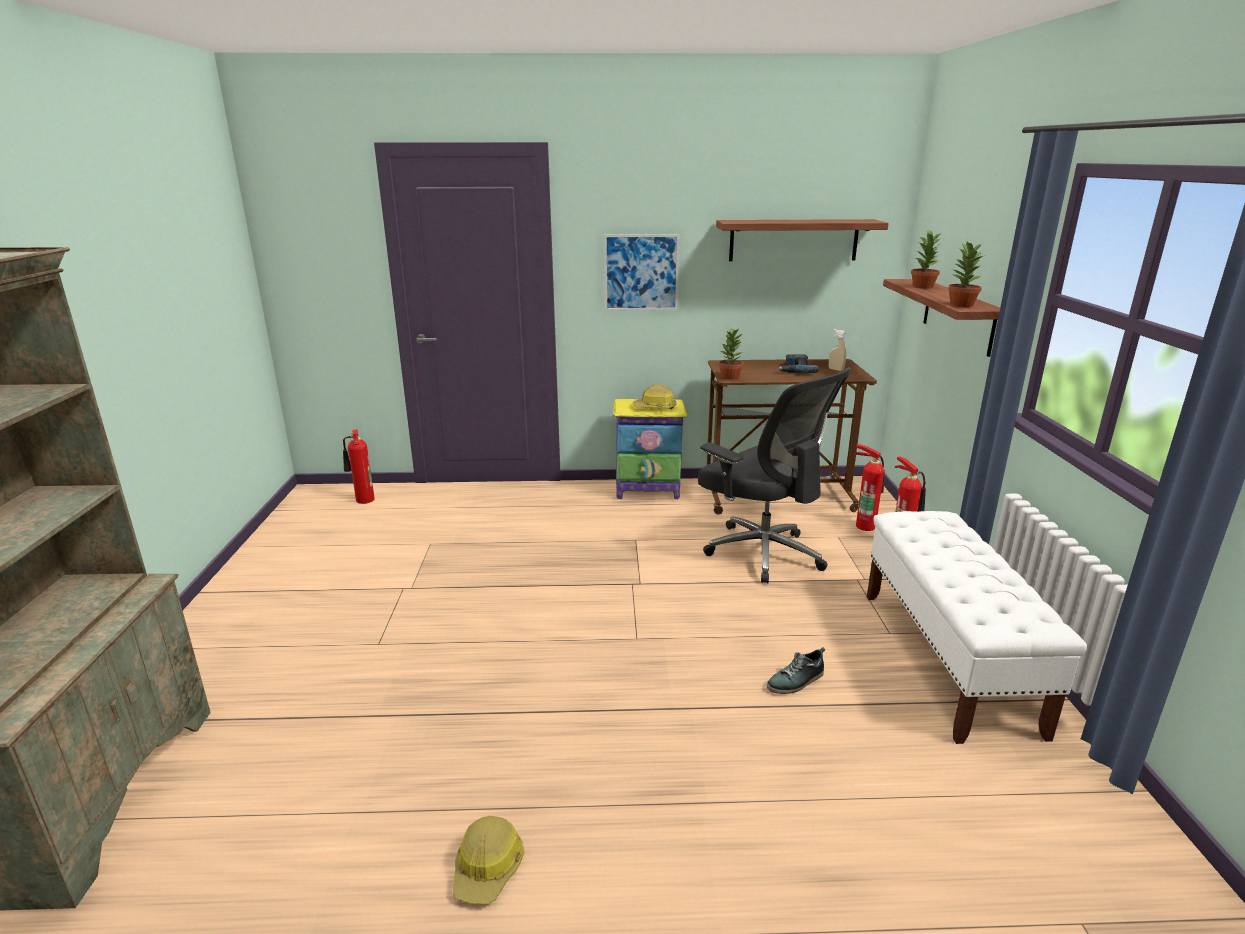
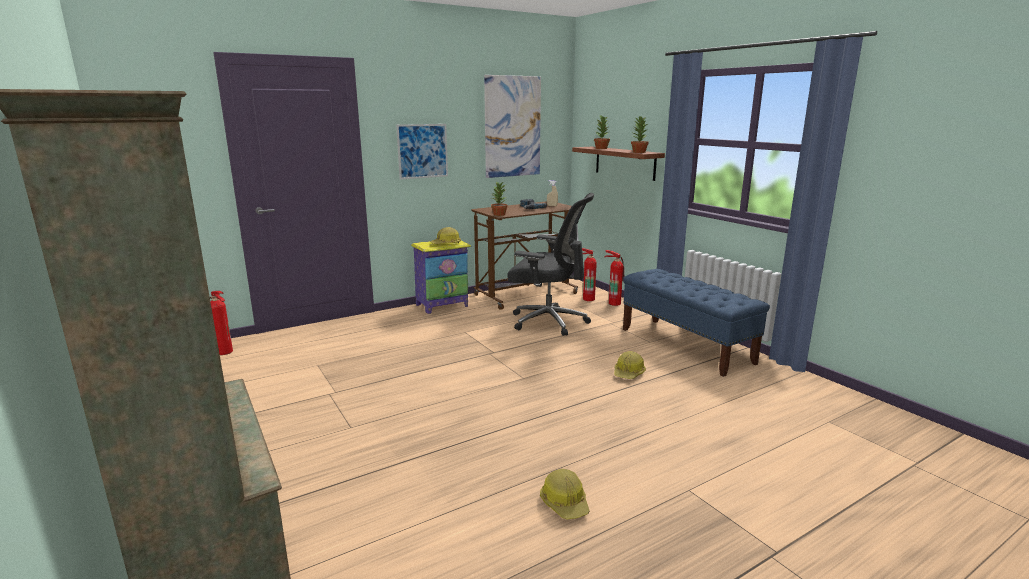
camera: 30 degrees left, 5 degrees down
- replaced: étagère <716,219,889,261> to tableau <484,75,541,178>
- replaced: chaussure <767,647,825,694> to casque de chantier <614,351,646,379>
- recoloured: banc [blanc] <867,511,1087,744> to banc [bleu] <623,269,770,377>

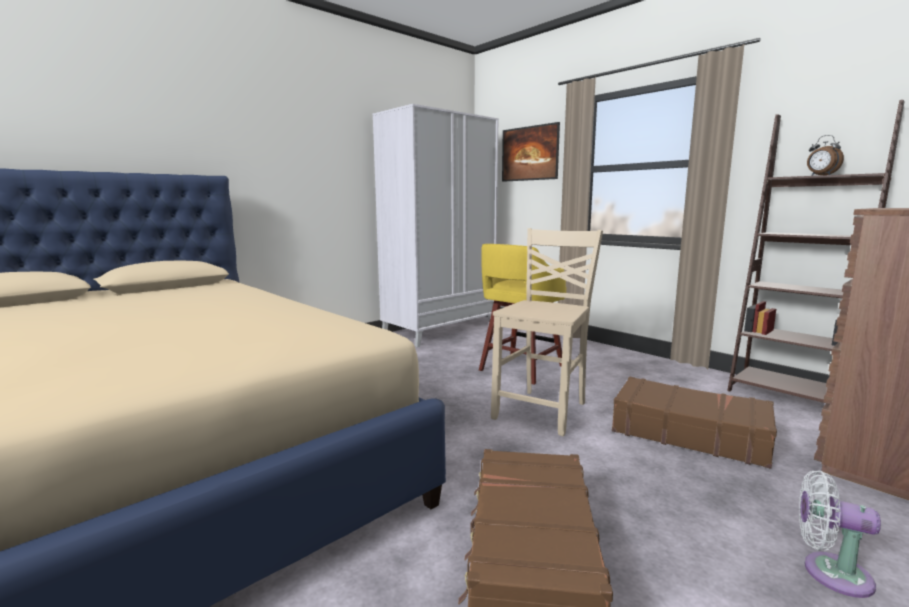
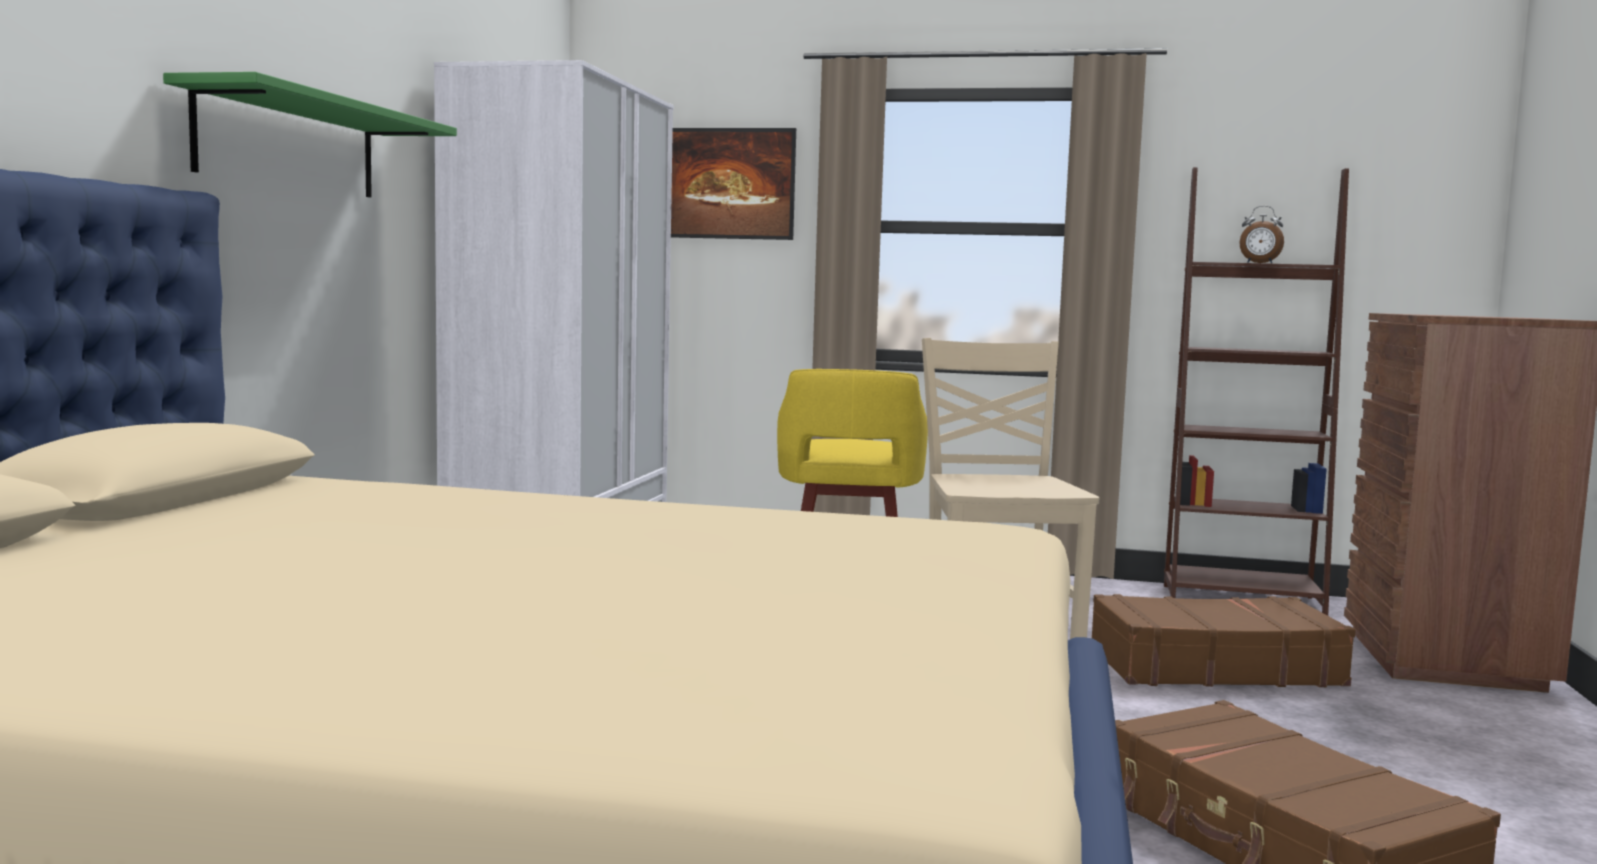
camera: 35 degrees left, 5 degrees down
- added: étagère [vert] <163,72,457,198>
- removed: ventilateur [blanc] <799,470,881,598>

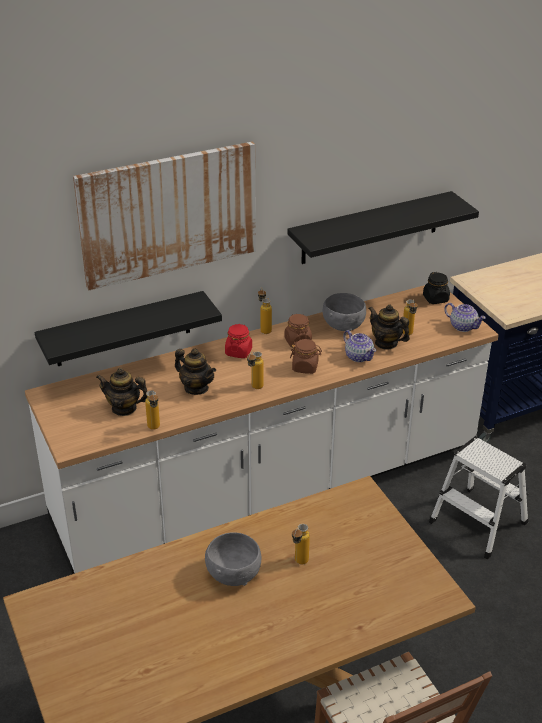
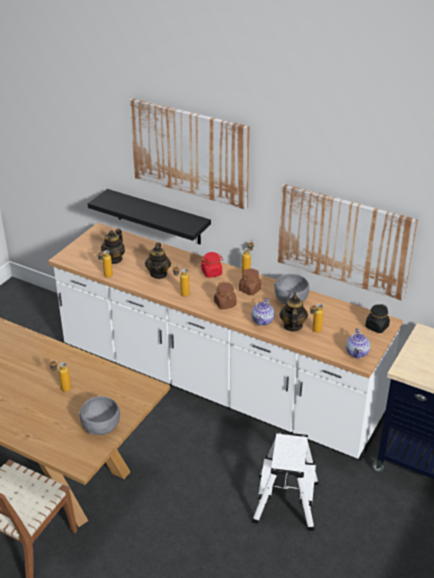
camera: 55 degrees right, 0 degrees up
- moved: bol [gris] <205,532,261,586> to <79,396,120,435>
- turned: théière <96,368,147,416> = <101,229,125,264> 135 degrees counterclockwise
- replaced: étagère [noir] <288,191,479,264> to tableau <278,184,418,301>

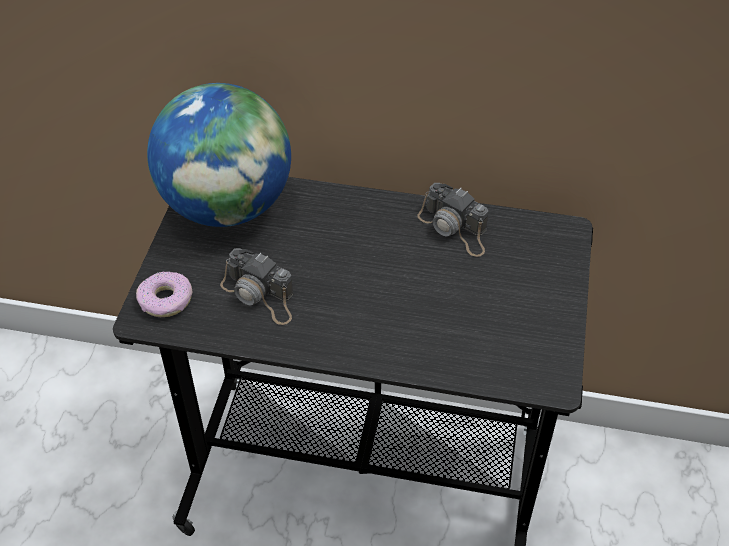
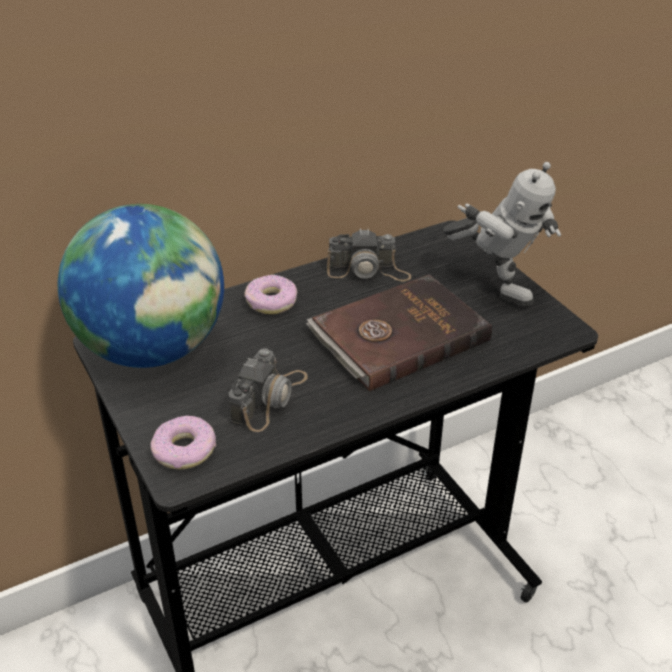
camera: 40 degrees left, 10 degrees down
- turned: appareil photo <220,248,294,325> = <229,348,308,432> 60 degrees counterclockwise
- added: beignet <244,274,297,314>
- added: livre [marron] <306,274,492,391>
- added: robot jouet <443,162,561,307>

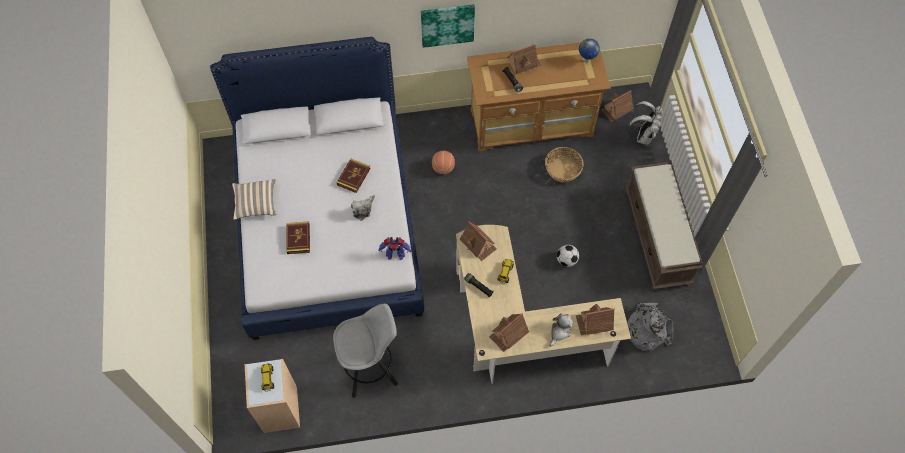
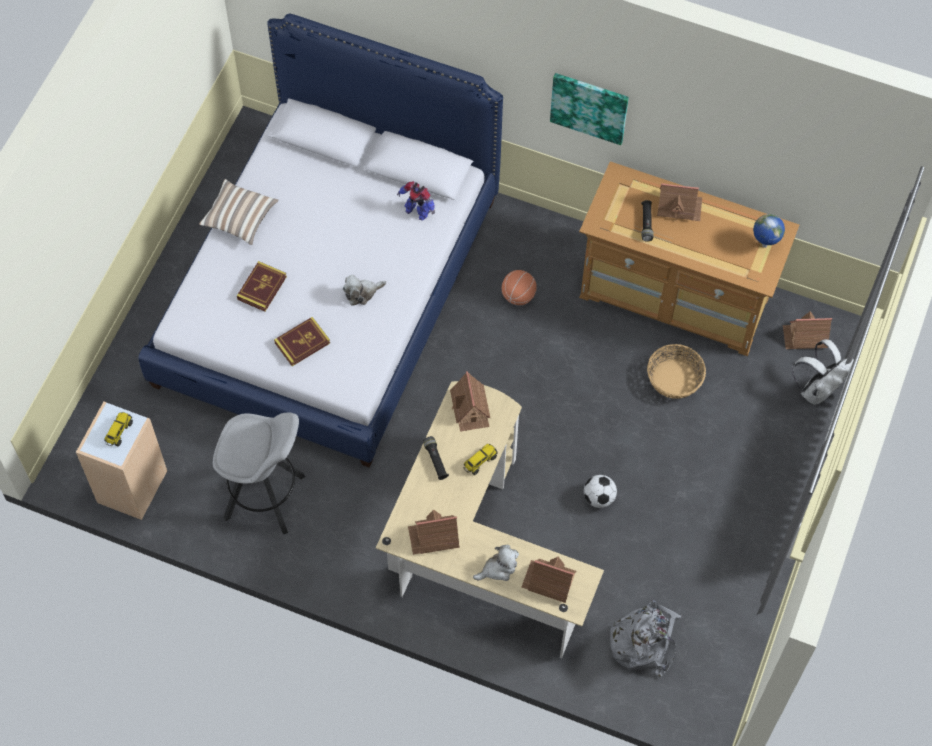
camera: 30 degrees right, 0 degrees up
- moved: livre <336,159,370,193> to <274,317,330,366>
- moved: robot jouet <379,237,411,260> to <397,181,435,221>
- removed: banc [marron] <625,162,703,291>

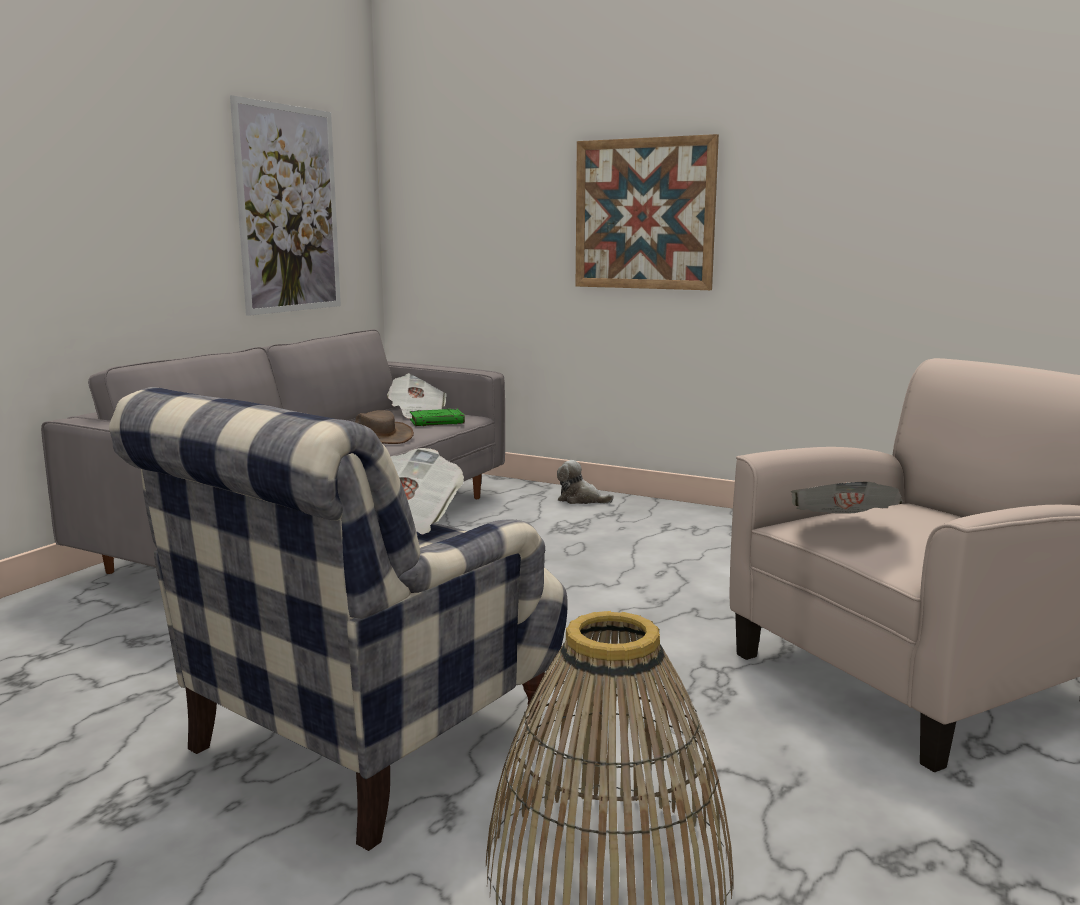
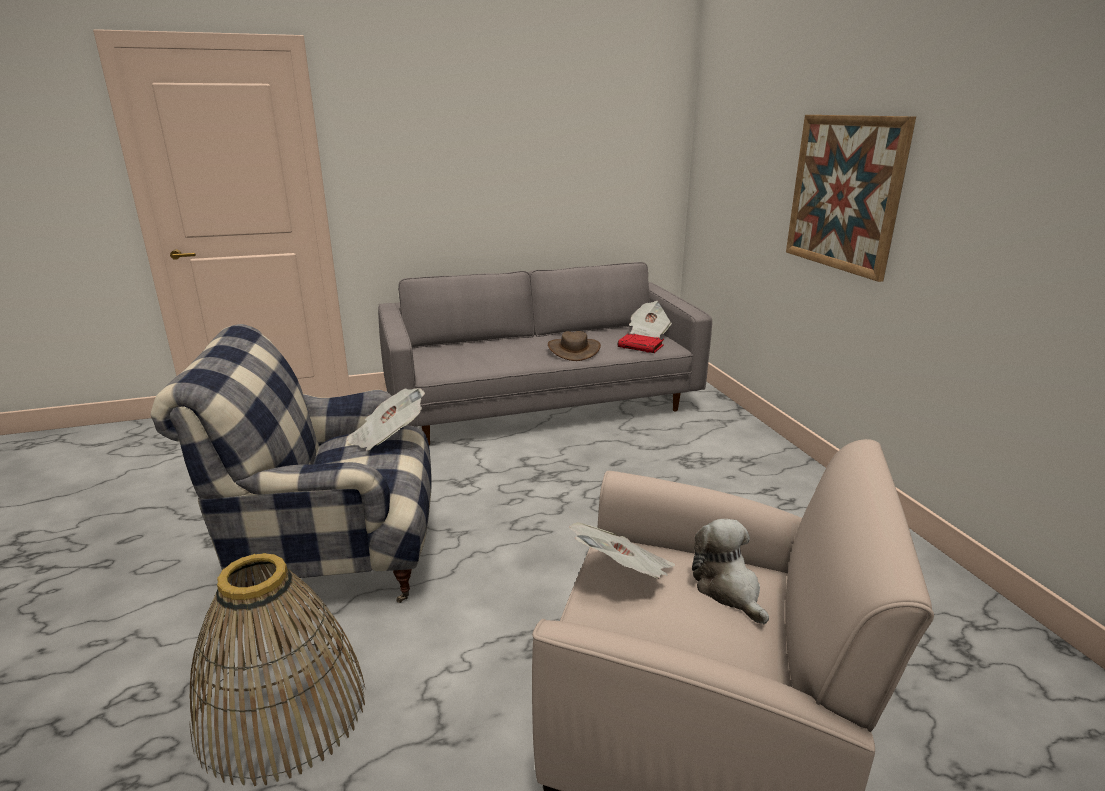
camera: 45 degrees right, 10 degrees up
- recoloured: livre [vert] <410,408,465,426> to livre [rouge] <618,333,664,353>
- moved: peluche <557,460,614,504> to <692,519,769,624>
- removed: tableau <230,95,341,316>

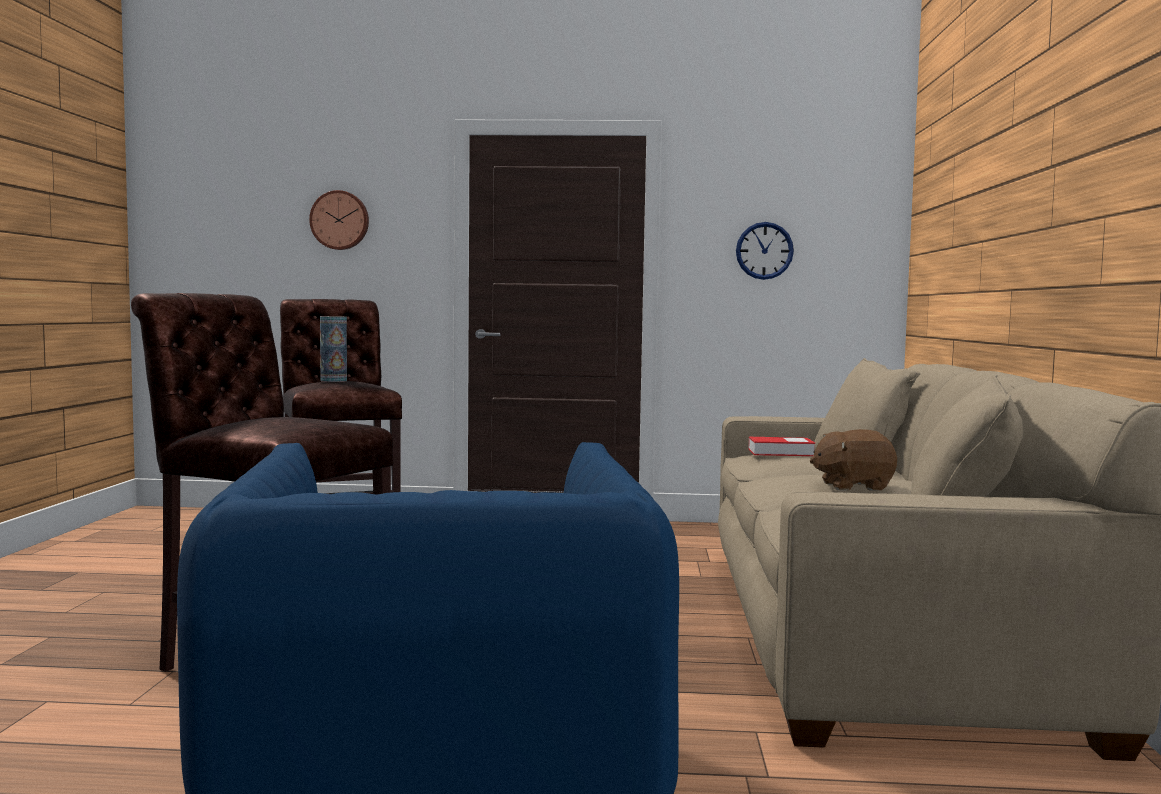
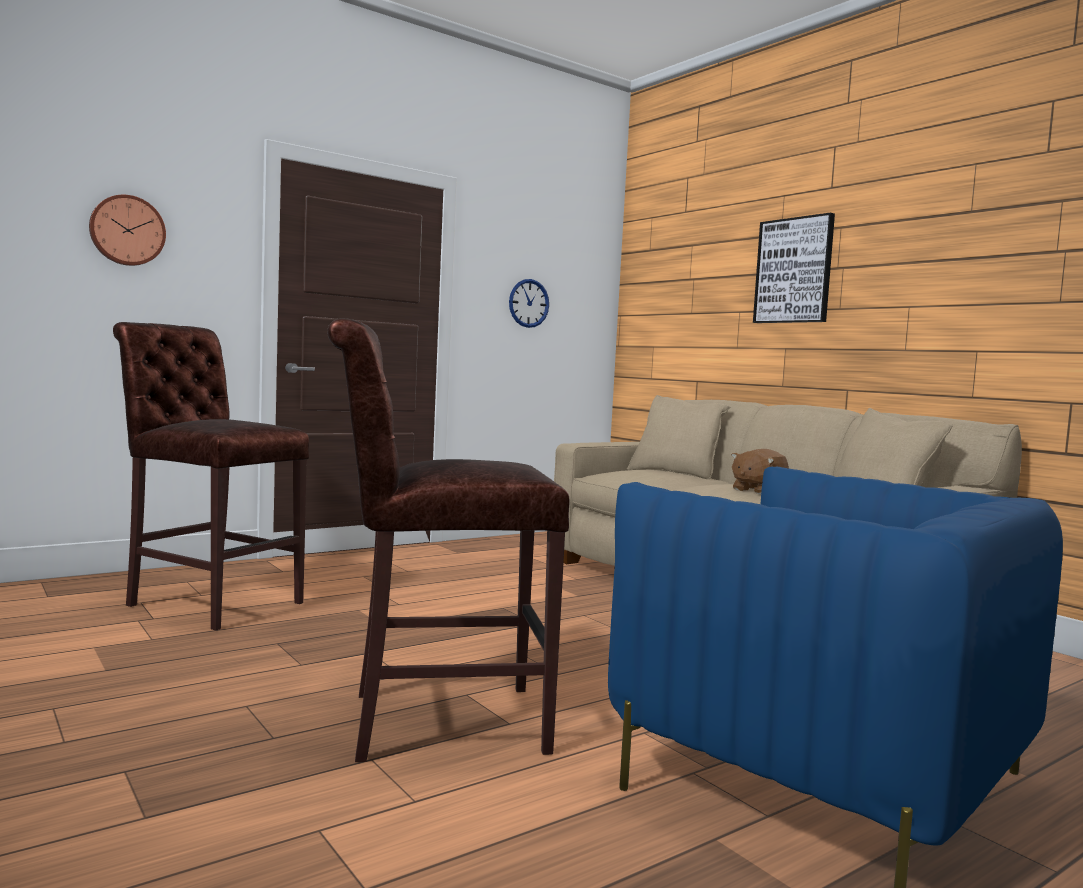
camera: 40 degrees left, 0 degrees up
- added: tableau <753,213,835,323>
- removed: vase <320,316,347,382>
- removed: livre <749,437,815,456>

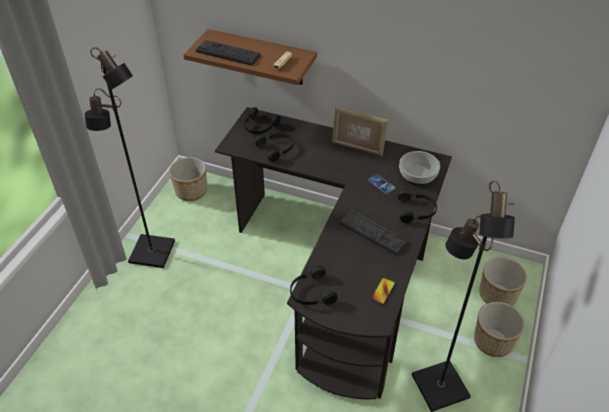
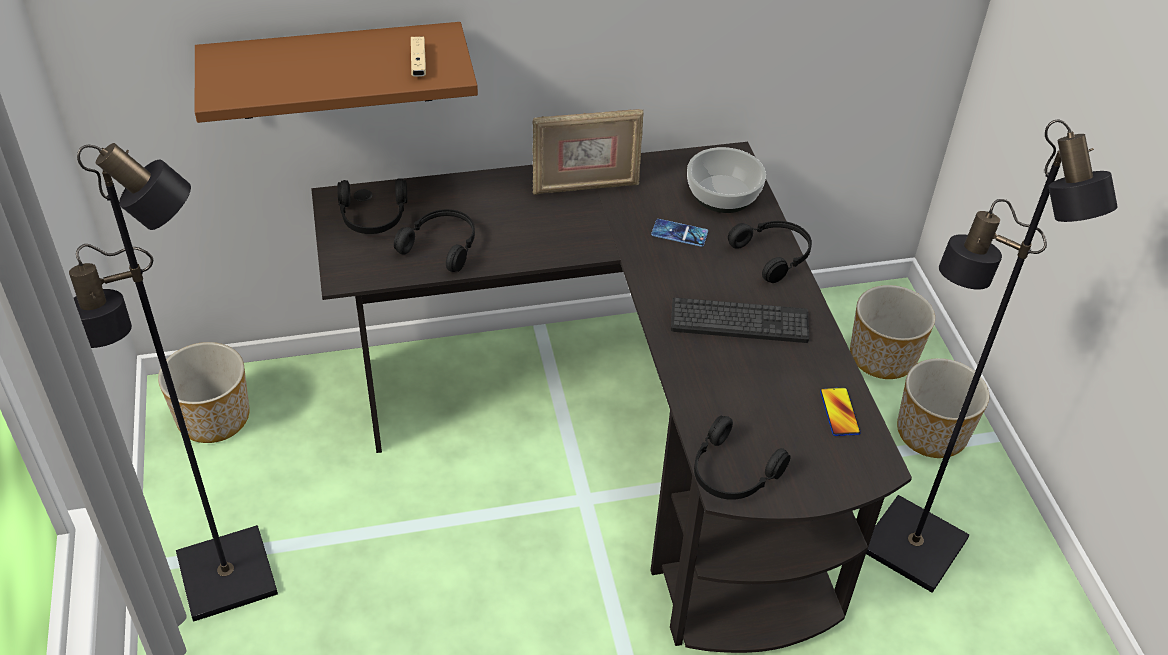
camera: 35 degrees left, 0 degrees up
- removed: clavier <196,40,261,66>

